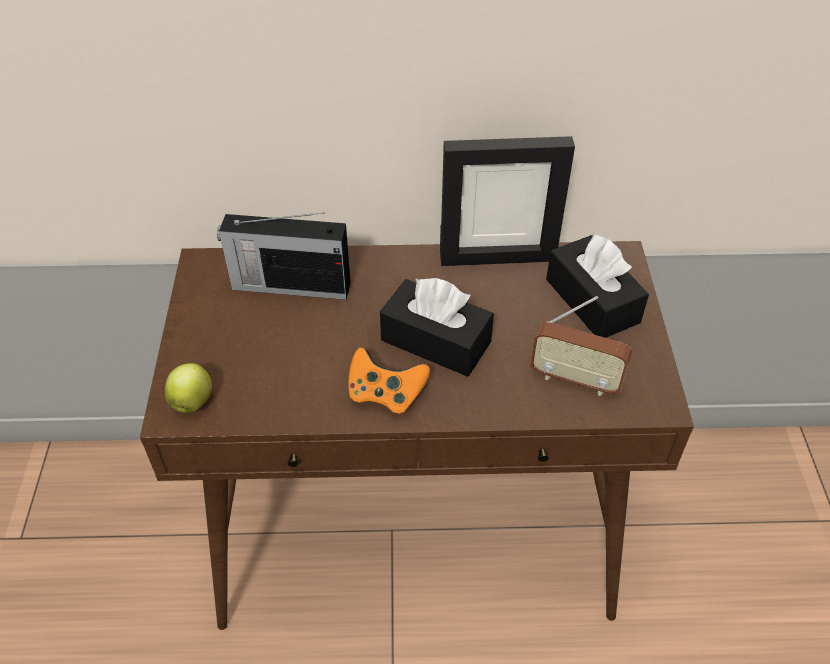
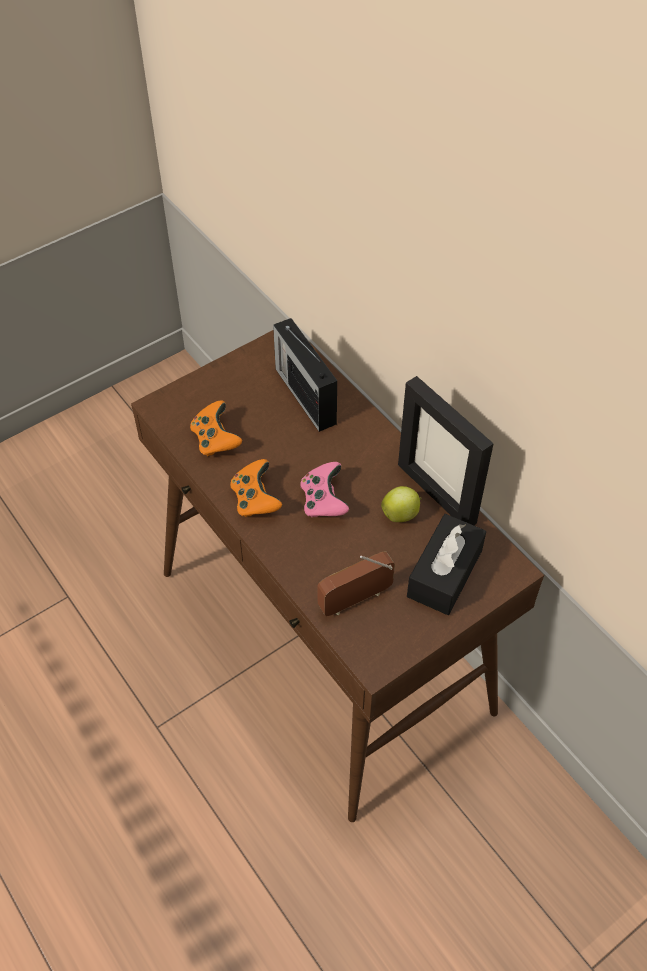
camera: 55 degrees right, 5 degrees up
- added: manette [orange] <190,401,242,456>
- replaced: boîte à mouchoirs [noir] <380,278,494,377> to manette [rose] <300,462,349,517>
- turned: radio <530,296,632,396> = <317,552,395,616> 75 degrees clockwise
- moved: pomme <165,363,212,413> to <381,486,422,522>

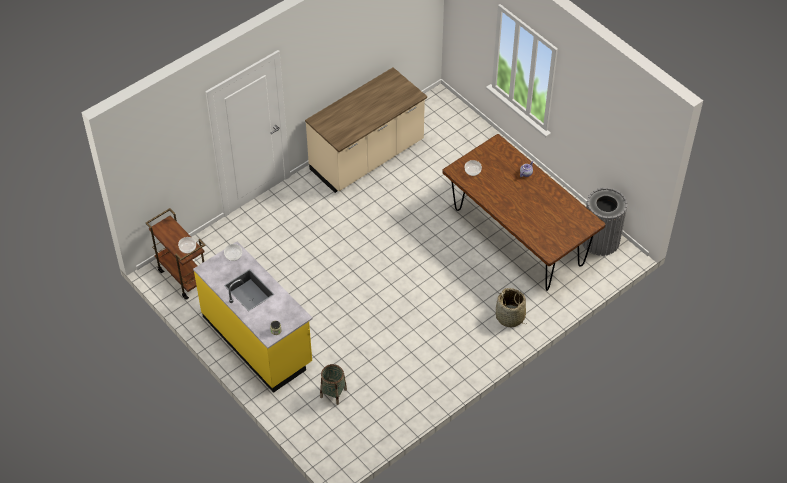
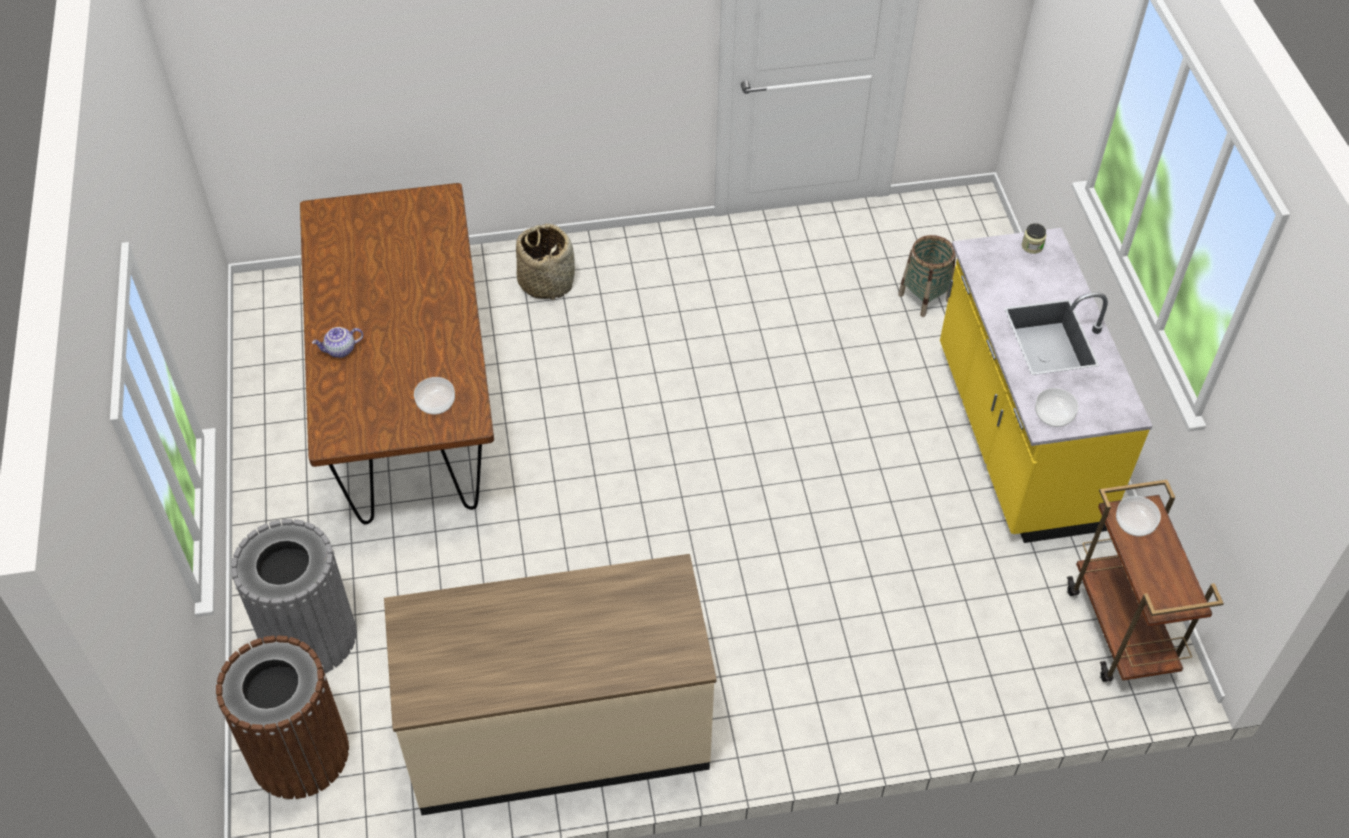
camera: 150 degrees left, 0 degrees up
- added: poubelle [marron] <216,635,349,799>
- moved: poubelle [gris] <582,187,627,256> to <231,519,356,673>

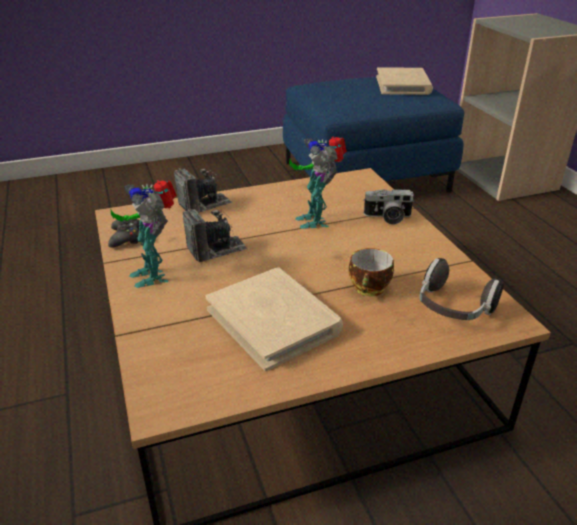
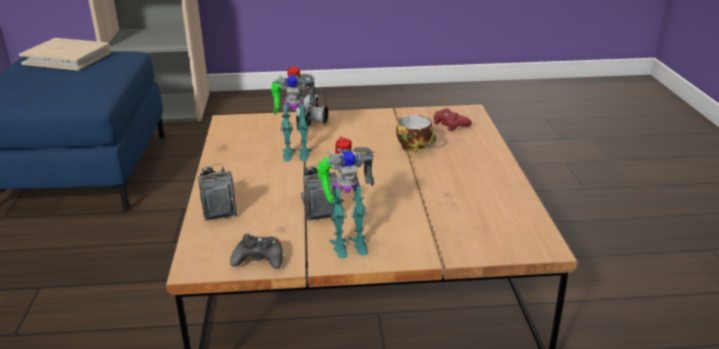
camera: 75 degrees left, 5 degrees down
- replaced: casque audio <419,258,504,320> to manette [rouge] <434,108,472,131>
- removed: livre [beige] <206,267,343,371>

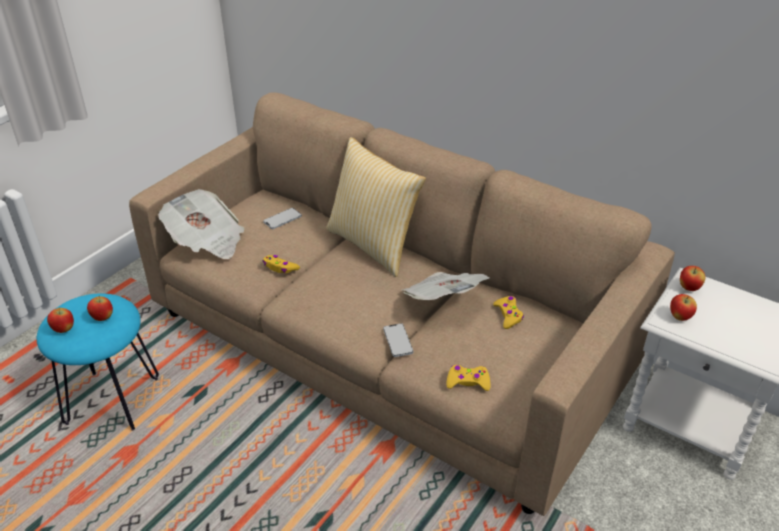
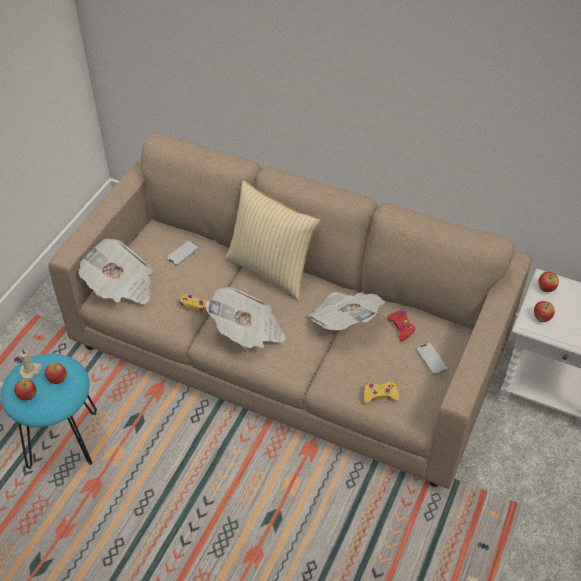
camera: 10 degrees left, 10 degrees up
- added: bougie [beige] <20,348,42,379>
- added: journal <205,287,286,349>
- recoloured: manette [jaune] <493,296,524,329> to manette [rouge] <387,311,415,341>
- moved: téléphone <383,323,413,357> to <416,343,449,375>

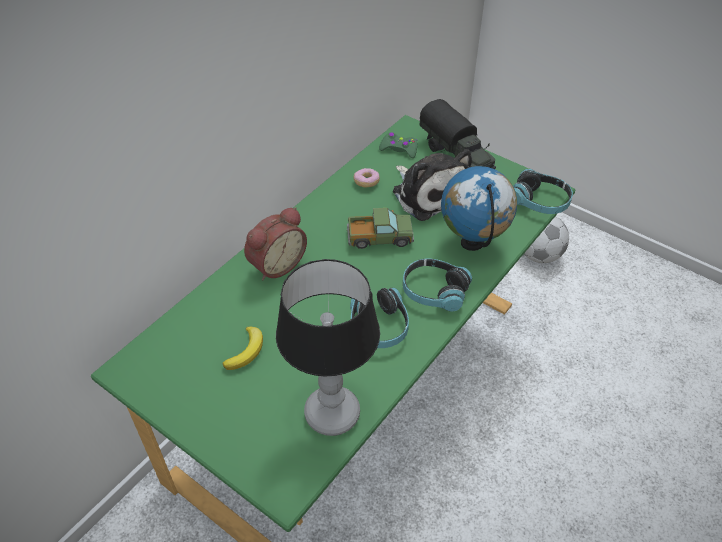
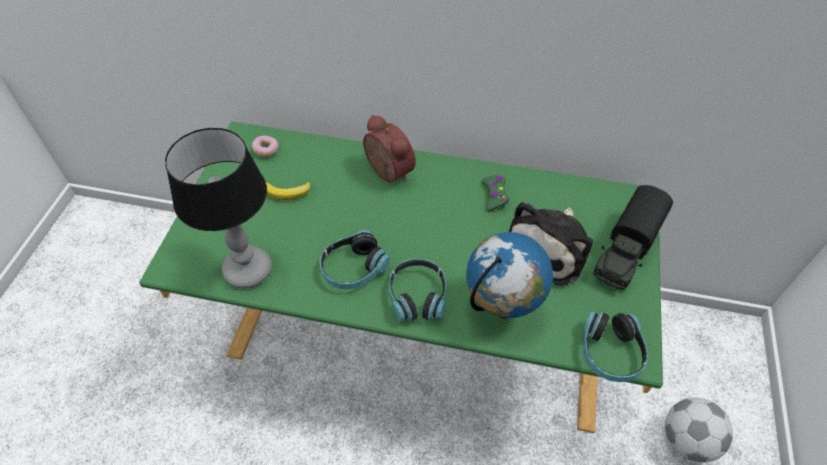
camera: 65 degrees right, 5 degrees up
- moved: beignet <353,168,380,187> to <252,135,279,157>
- turned: réveil <244,207,307,280> = <363,115,416,183> 150 degrees counterclockwise
- moved: manette [vert] <379,132,417,158> to <481,175,509,212>
- removed: camion jouet <347,208,414,249>

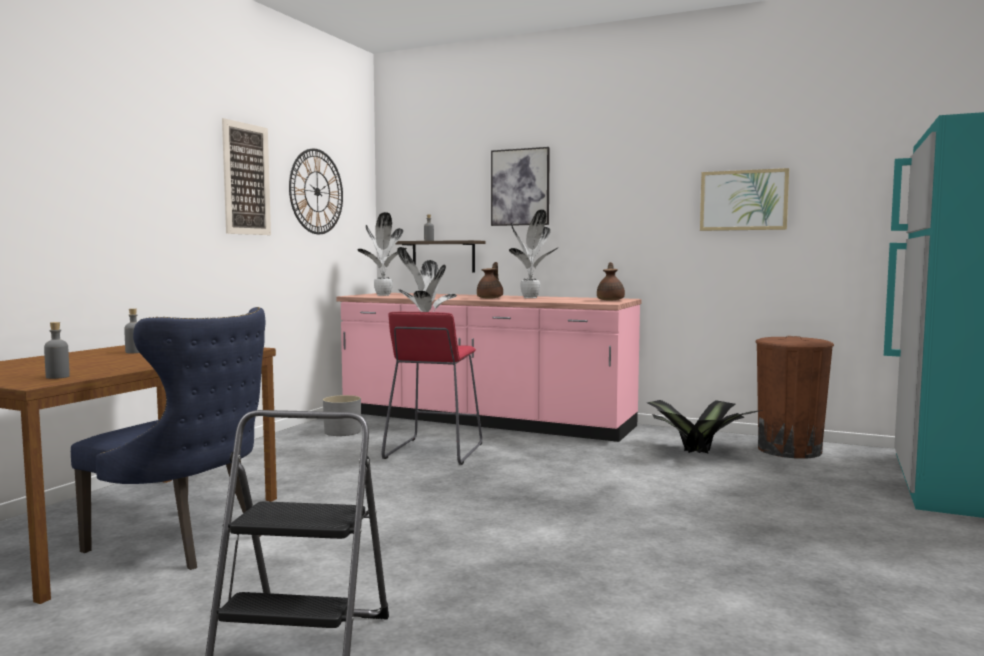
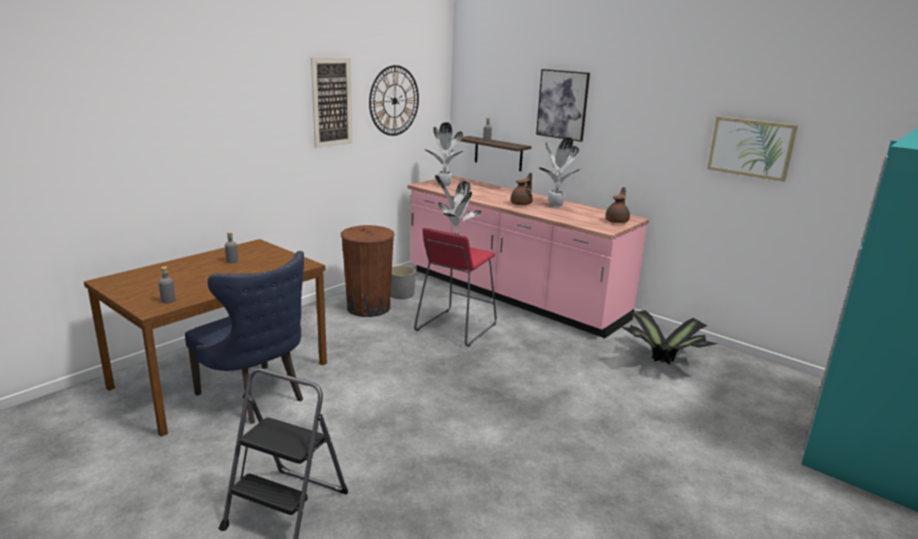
camera: 15 degrees right, 15 degrees up
- moved: poubelle [marron] <755,336,834,459> to <341,225,395,317>

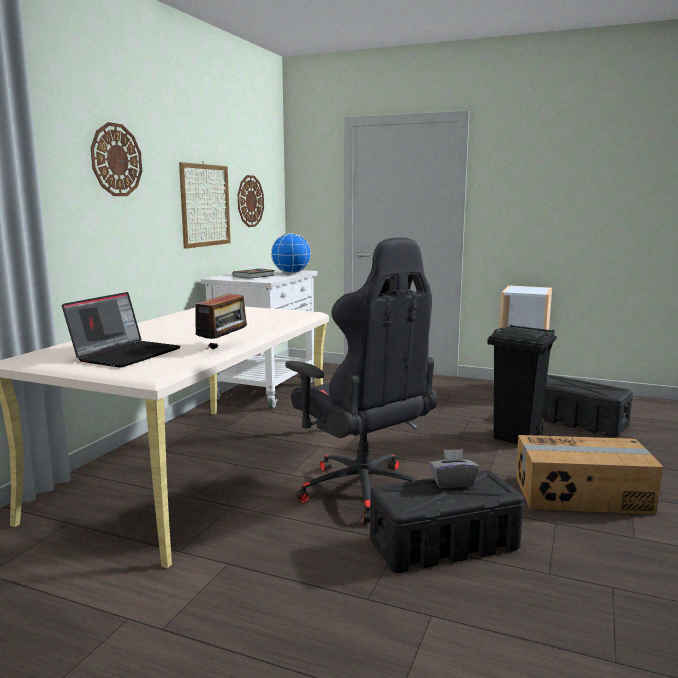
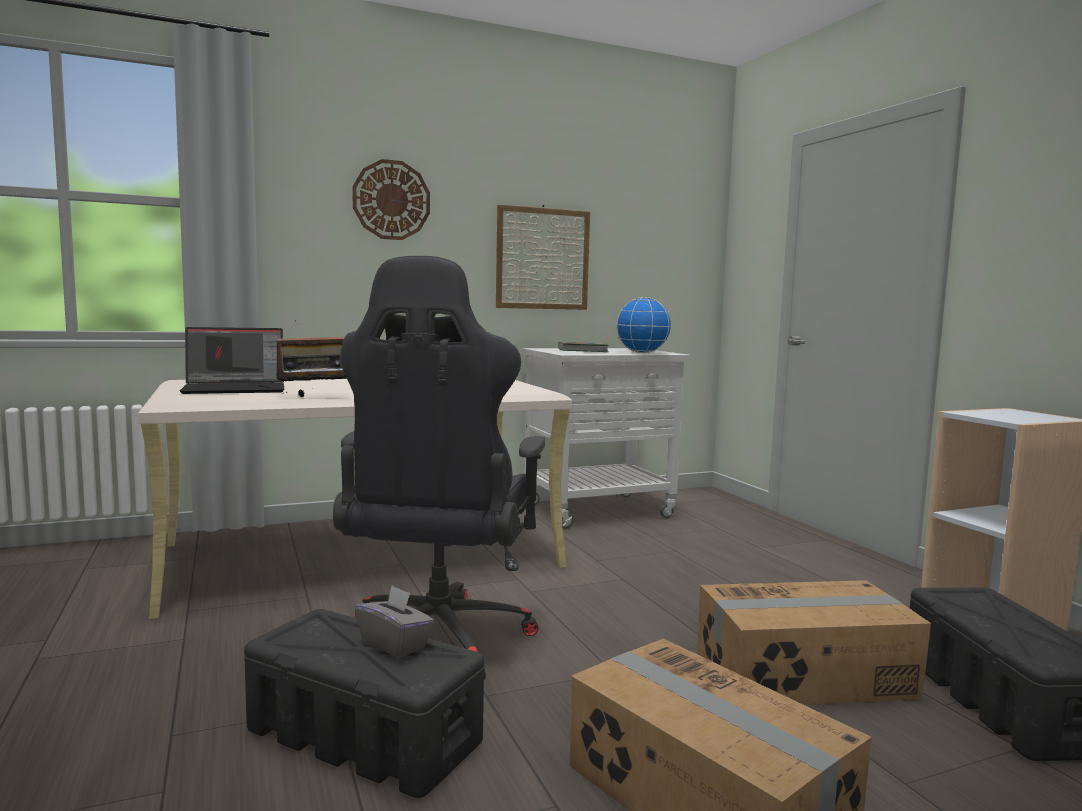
camera: 45 degrees right, 5 degrees down
- replaced: poubelle [noir] <487,324,557,444> to carton <697,580,931,705>
- removed: horloge murale <238,175,264,227>

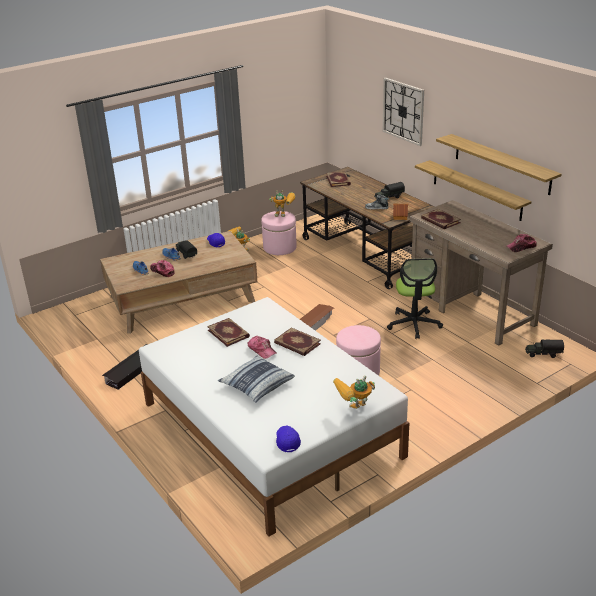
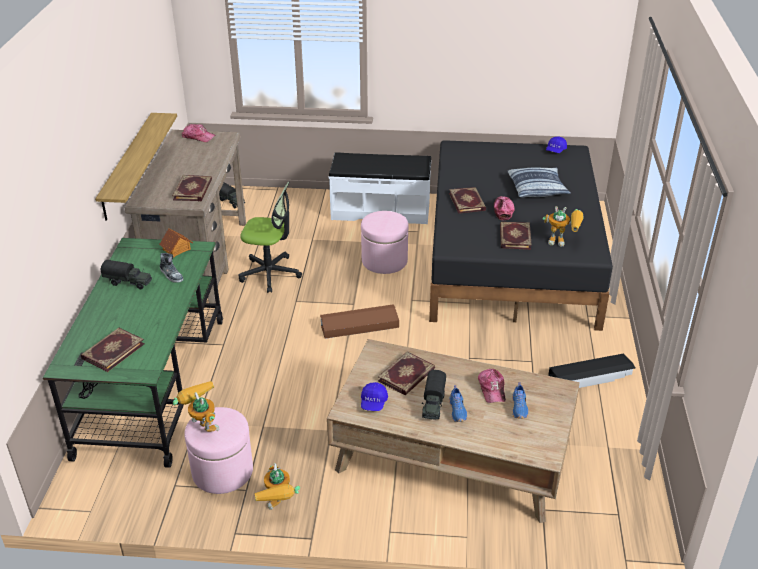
camera: 140 degrees left, 5 degrees up
- recoloured: bureau [marron] <300,167,435,289> to bureau [vert] <43,238,223,468>
- turned: chaise de bureau <387,258,443,339> = <238,182,302,293> 60 degrees clockwise
- added: banc [blanc] <329,152,431,224>
- added: livre <378,351,435,395>
- recoloured: lit [blanc] <139,297,409,536> to lit [noir] <429,140,613,331>
- moved: robot jouet <333,376,375,409> to <542,206,583,246>
- removed: horloge murale <383,78,424,146>
- removed: étagère <436,134,562,195>

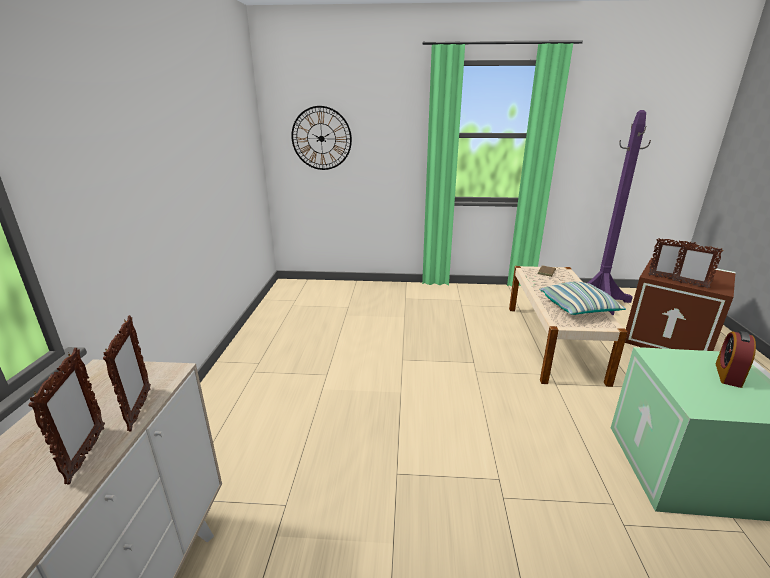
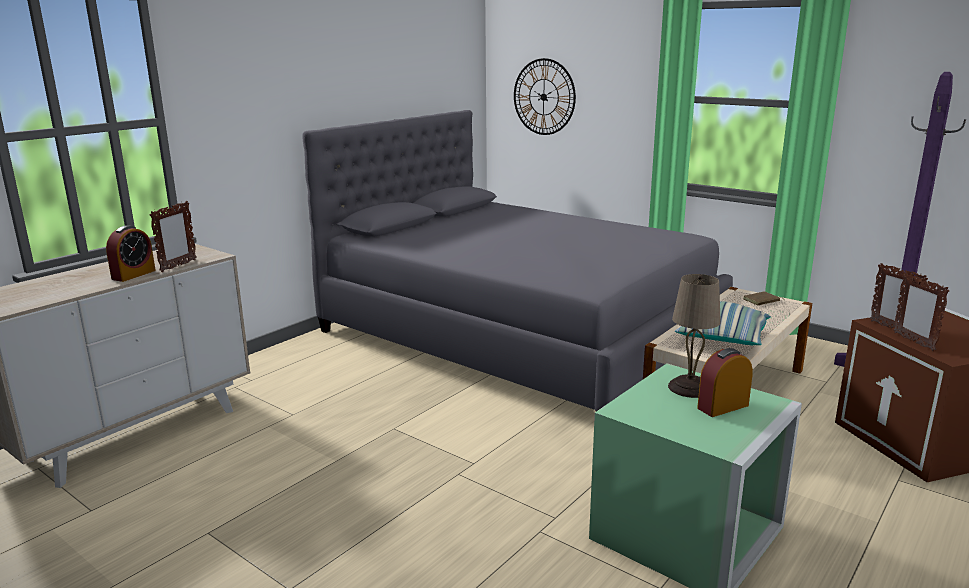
camera: 35 degrees right, 5 degrees down
- replaced: cadre photo <28,348,105,485> to réveil <106,225,156,282>
- added: lit [gris] <302,110,733,411>
- added: lampe de table [beige] <668,274,721,398>

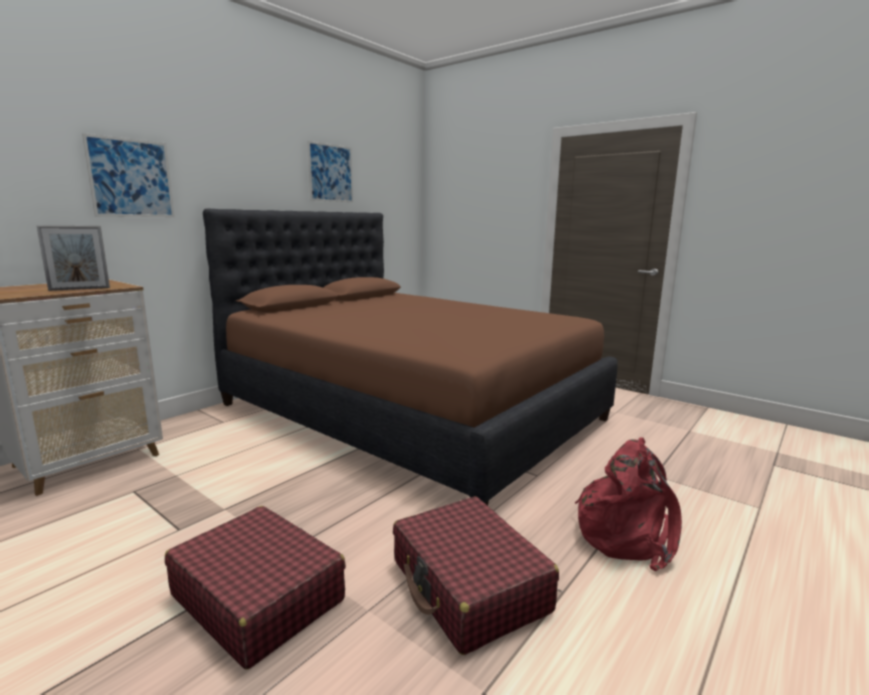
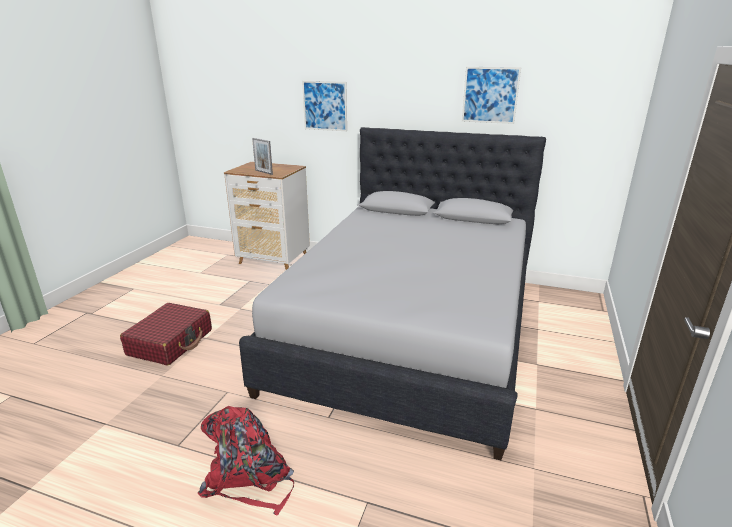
camera: 70 degrees right, 10 degrees up
- recoloured: lit [marron] <203,209,618,506> to lit [gris] <239,127,546,460>
- removed: valise [rouge] <393,496,559,655>

